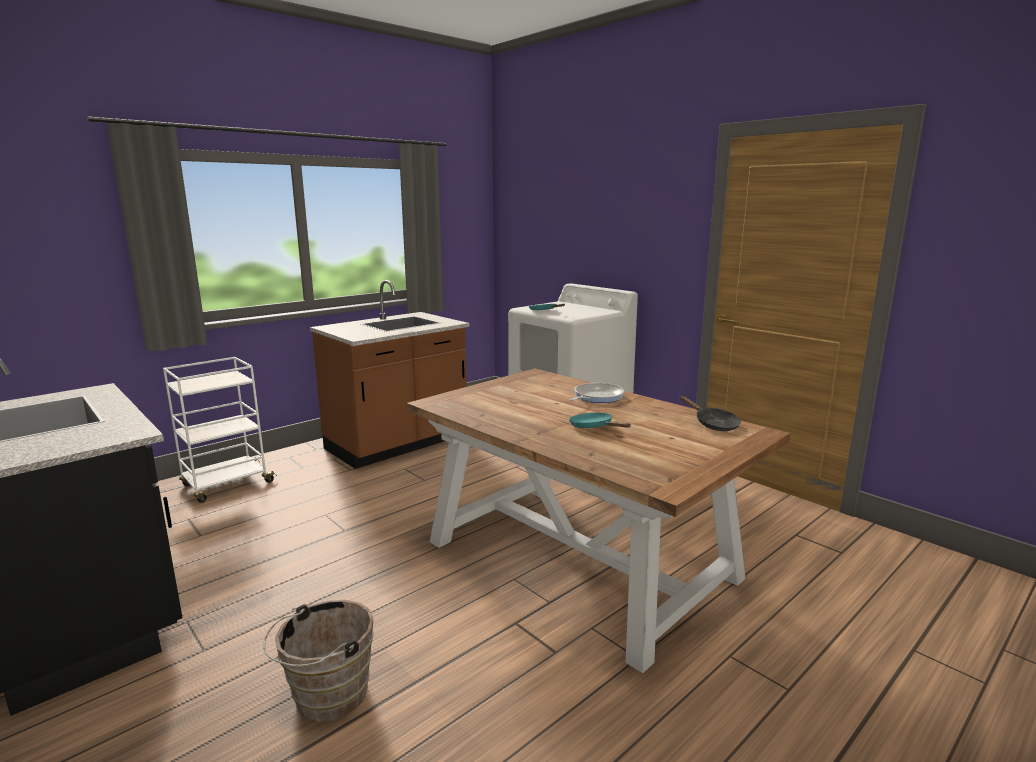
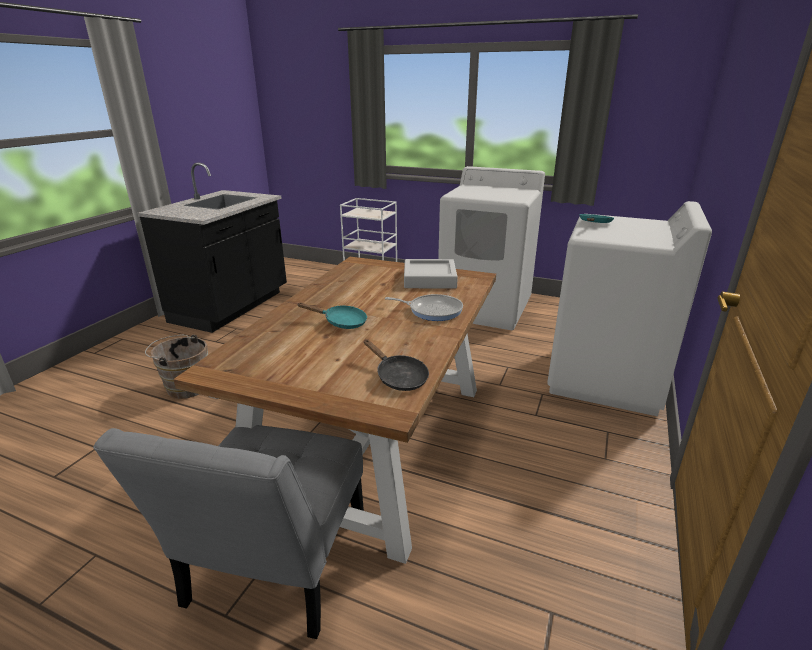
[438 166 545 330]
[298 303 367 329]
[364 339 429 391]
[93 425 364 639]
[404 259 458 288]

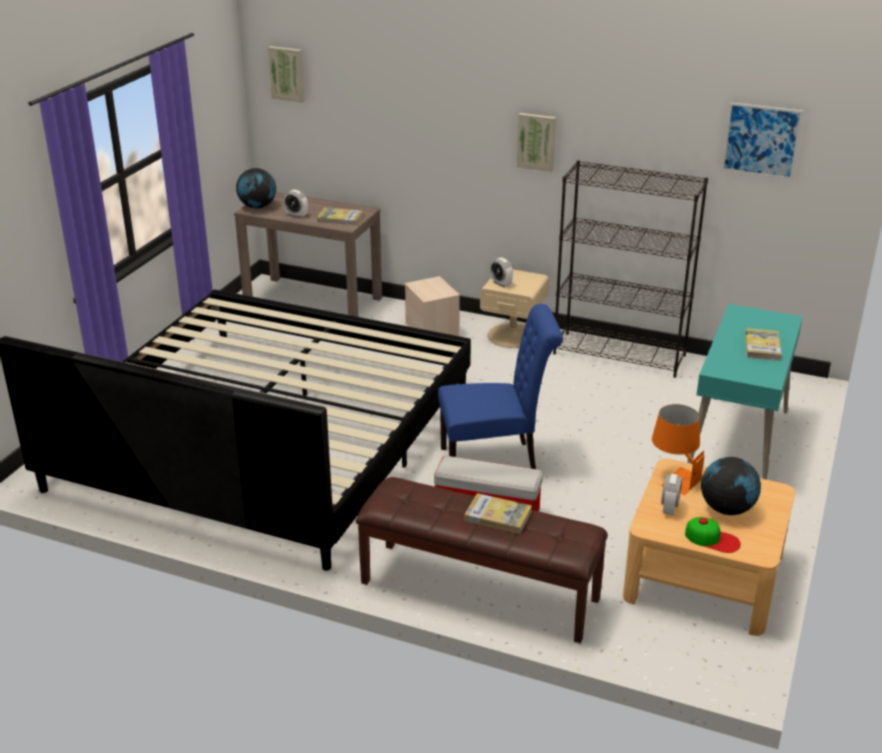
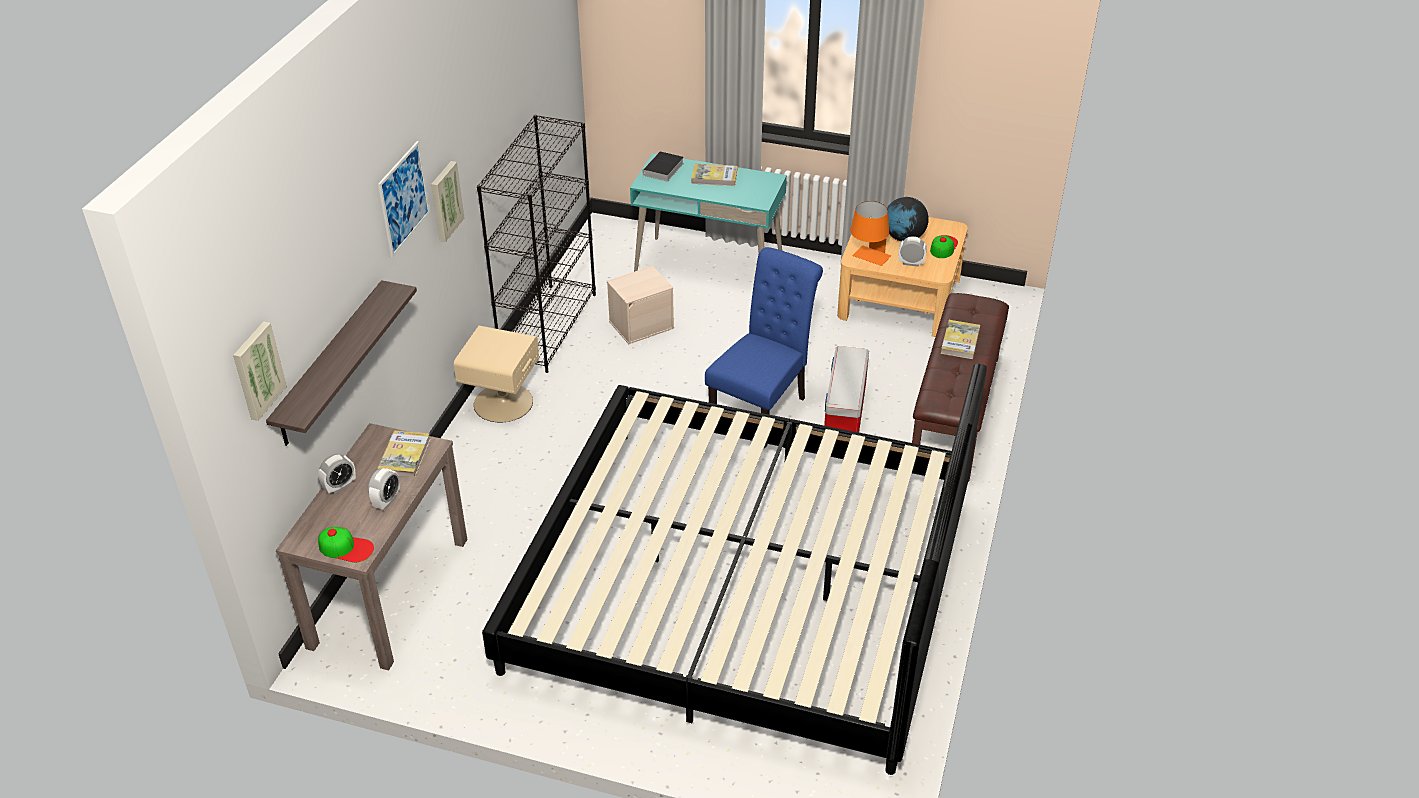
[318 527 374 562]
[607 266 674 344]
[705 247 823 448]
[318 454 356 494]
[378 141 430 257]
[266 280 417 446]
[641 151 684 182]

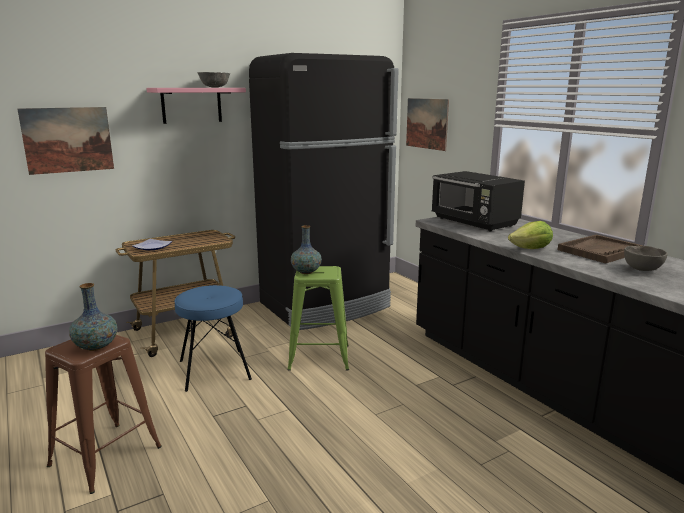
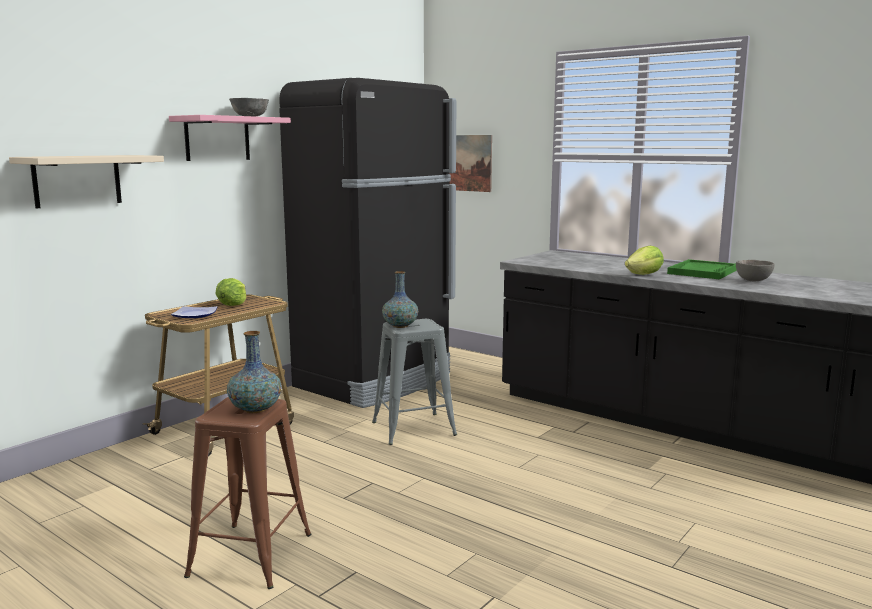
[9 155 164 209]
[175 285 252 392] (first image)
[372 319 457 445]
[432 171 525 231] (first image)
[667 259 737 279]
[215 278 246 306]

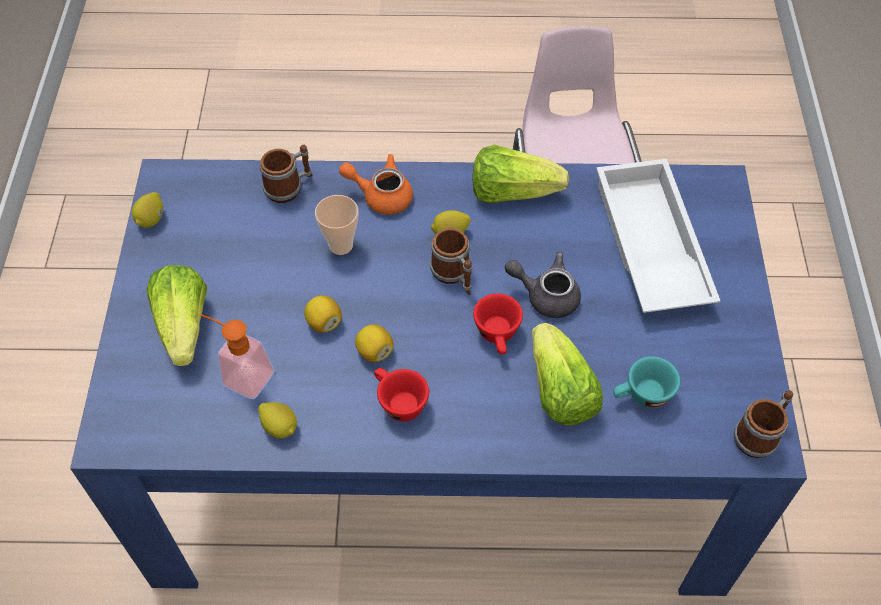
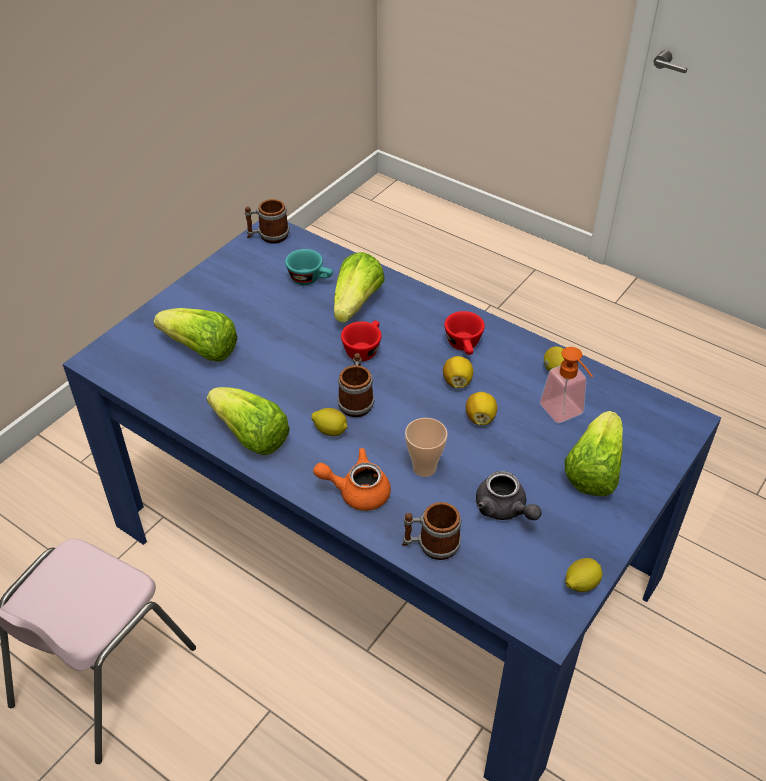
[313 448 391 511]
[476 471 542 520]
[154 308 238 362]

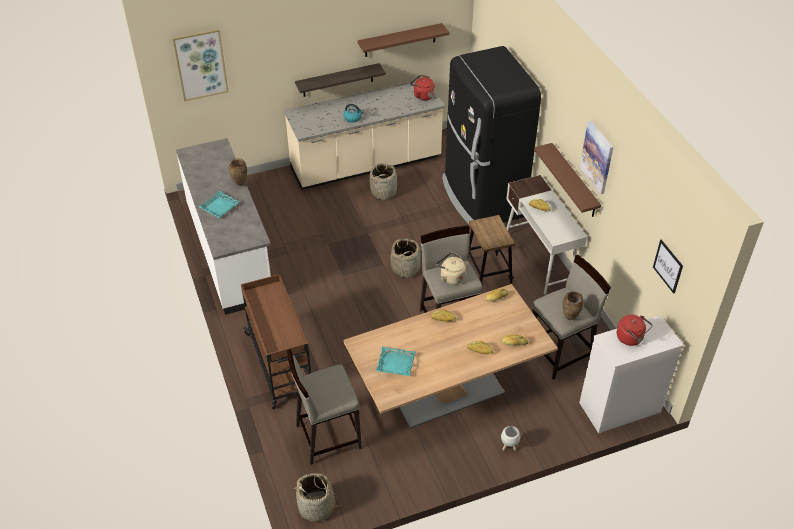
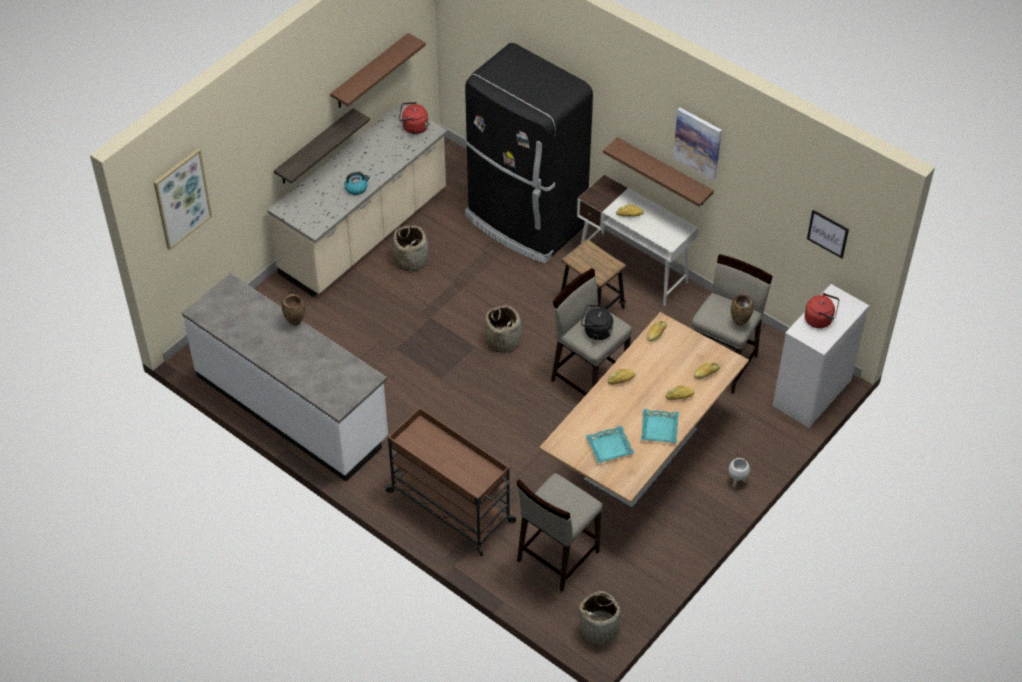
[641 409 679 443]
[581 305 613 340]

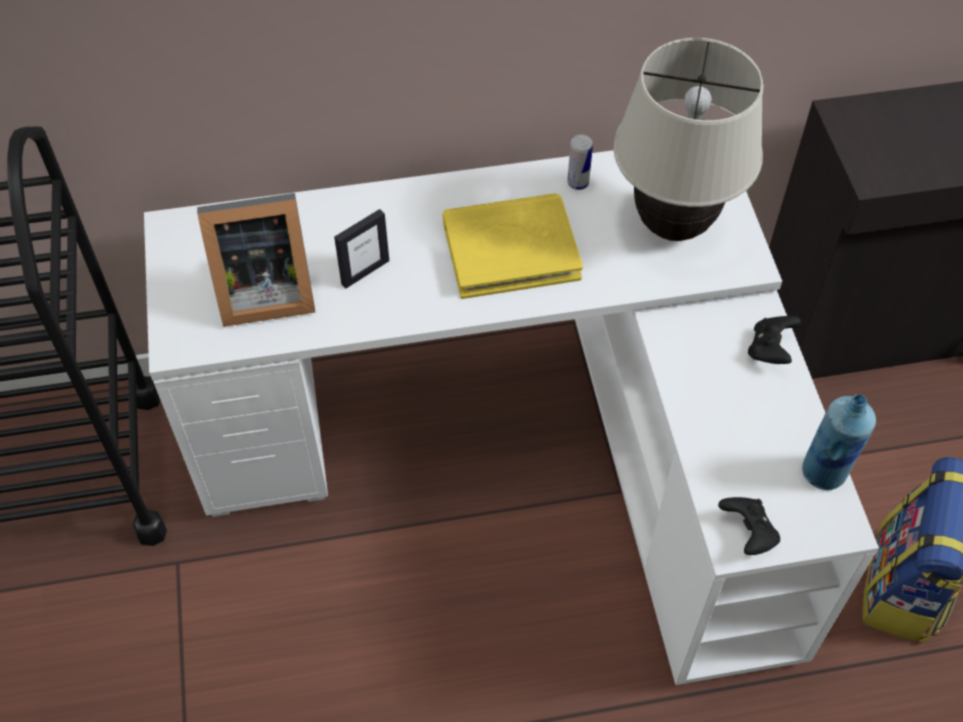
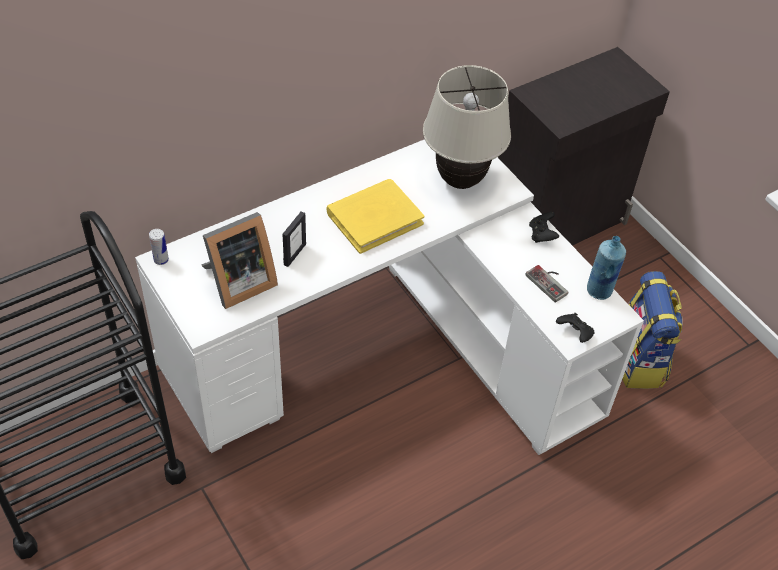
[149 229 169 265]
[525 265 568 303]

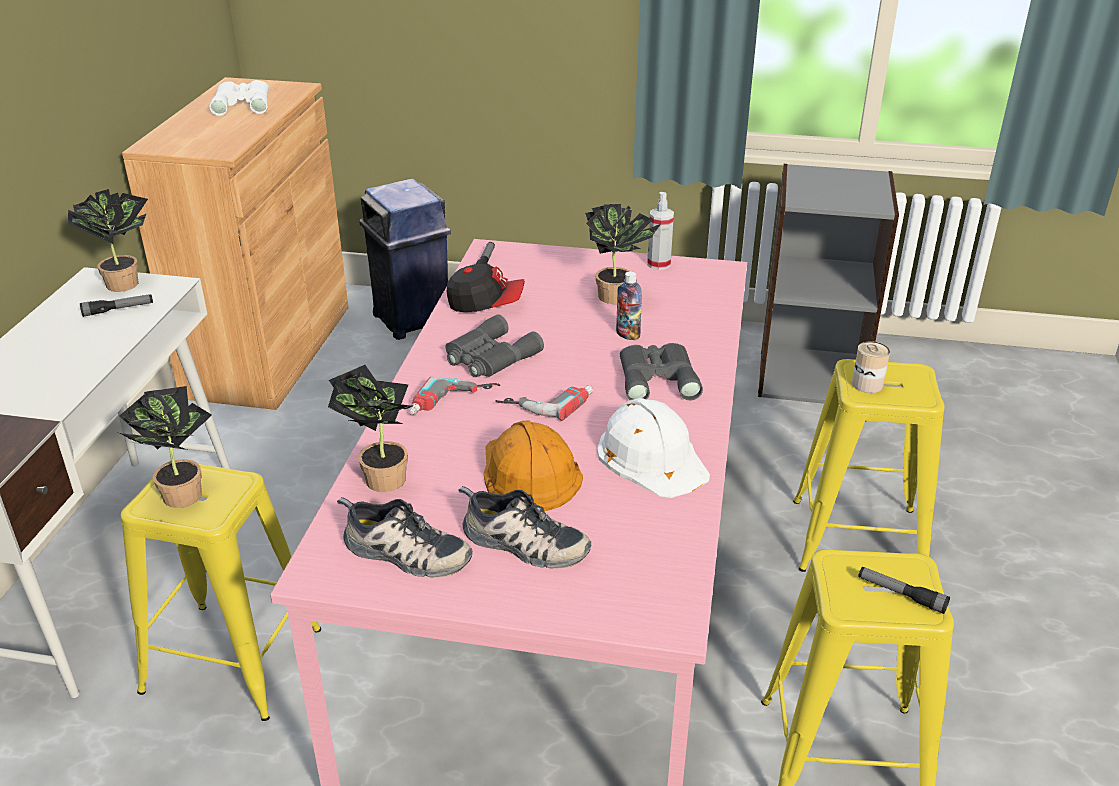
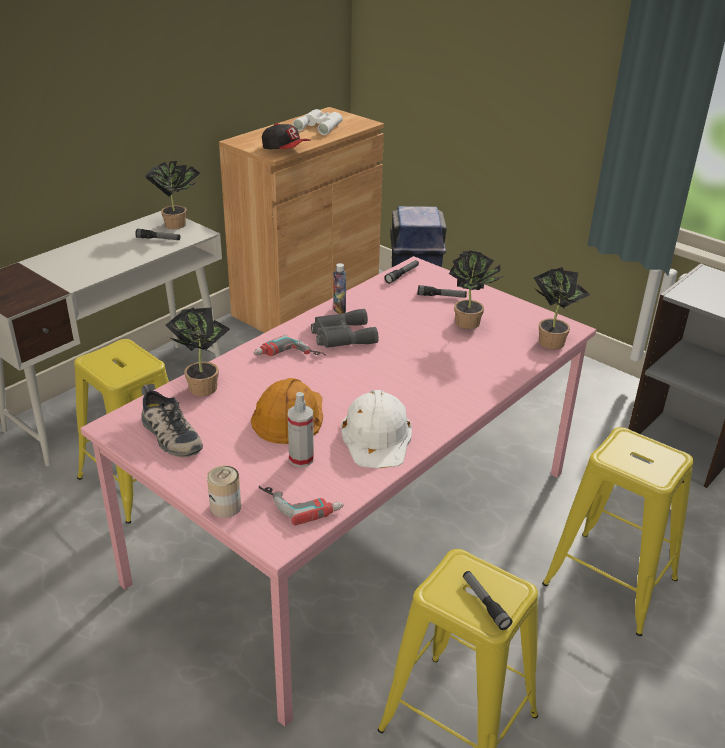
[533 267 591 349]
[262 123 311 149]
[458 486 591 569] (first image)
[259 485 344 526]
[333 263 346 314]
[620 343 703 400] (first image)
[288 392 314 467]
[207 466 241 518]
[417 285 467 298]

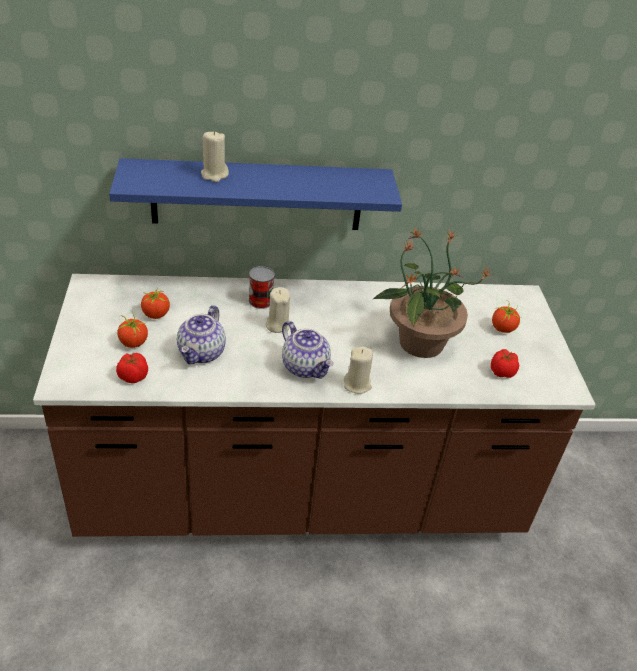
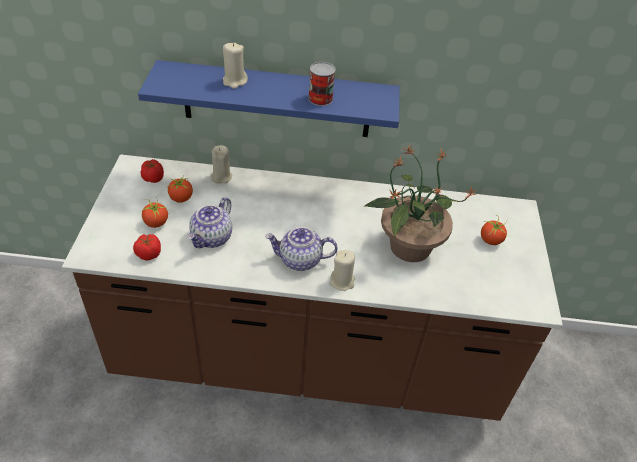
[308 62 336 106]
[211 145 232 184]
[265 227 338 271]
[141 159 164 183]

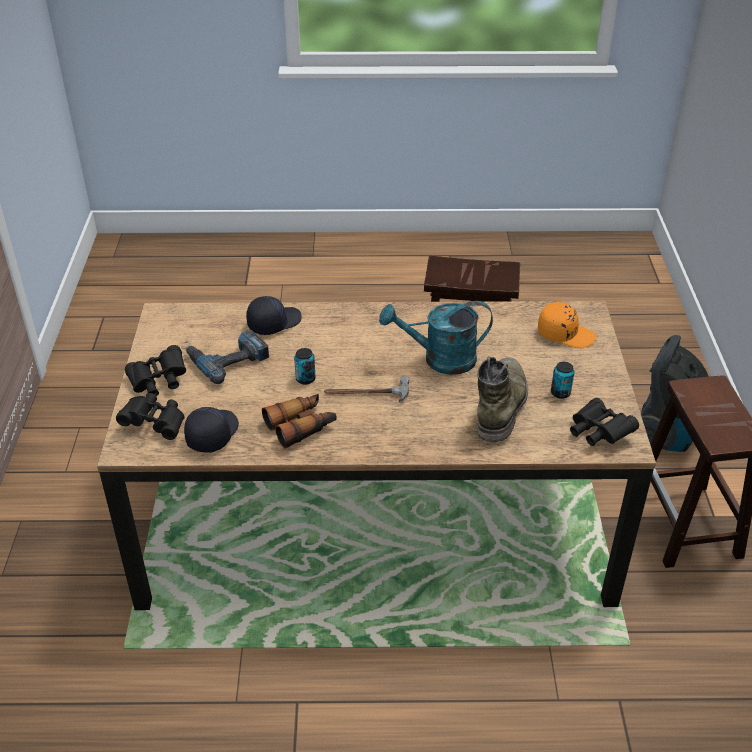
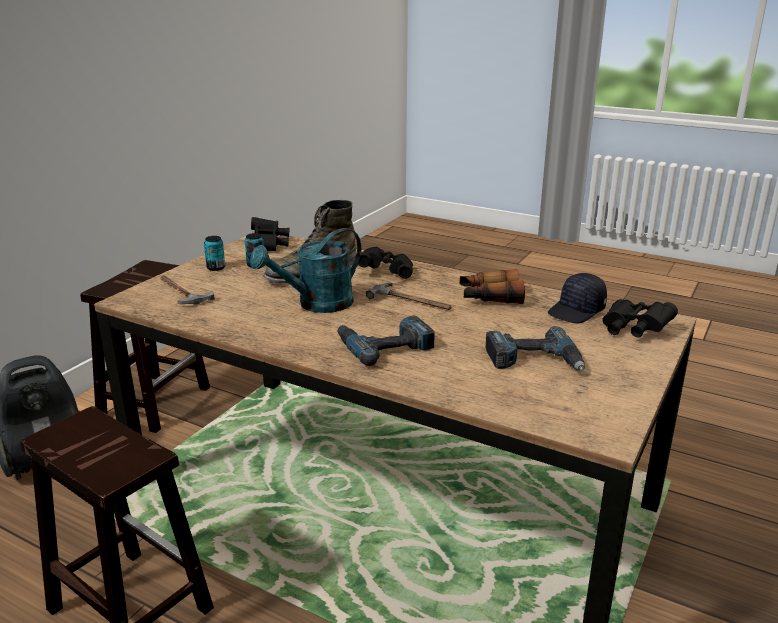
[358 247 413 279]
[246 296 301 335] (first image)
[204 236 225 271]
[250 228 361 313]
[160 275 215 304]
[337 316 435 366]

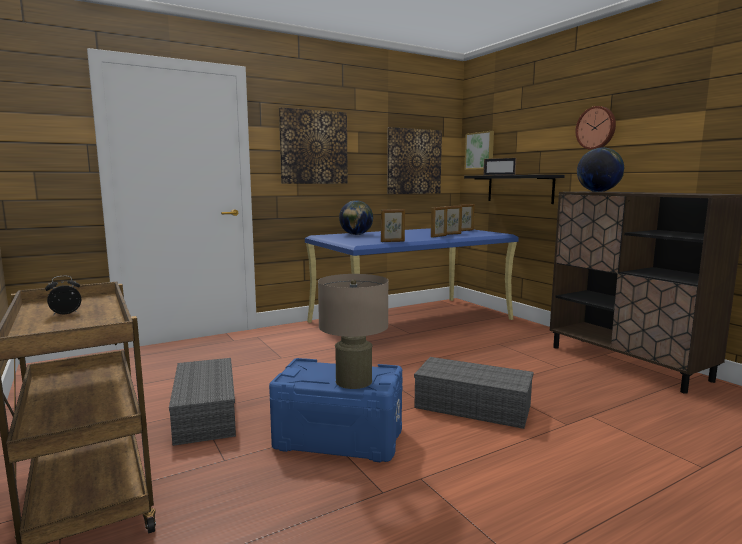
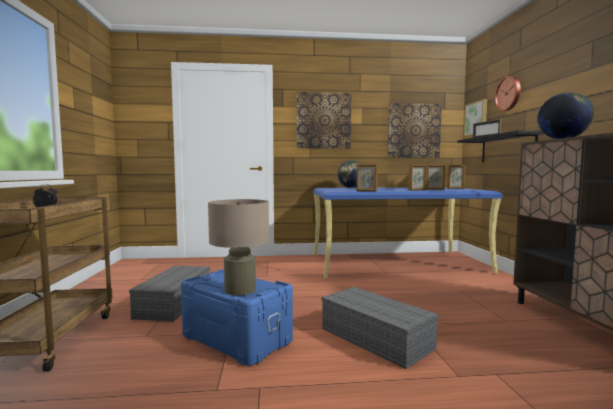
[495 76 521 111]

